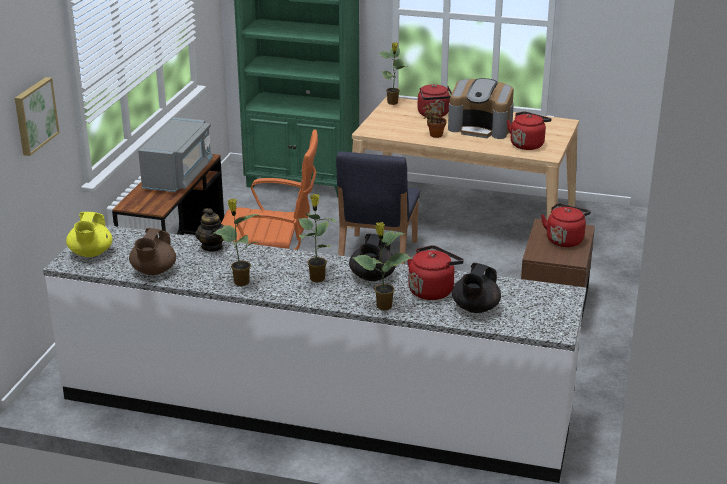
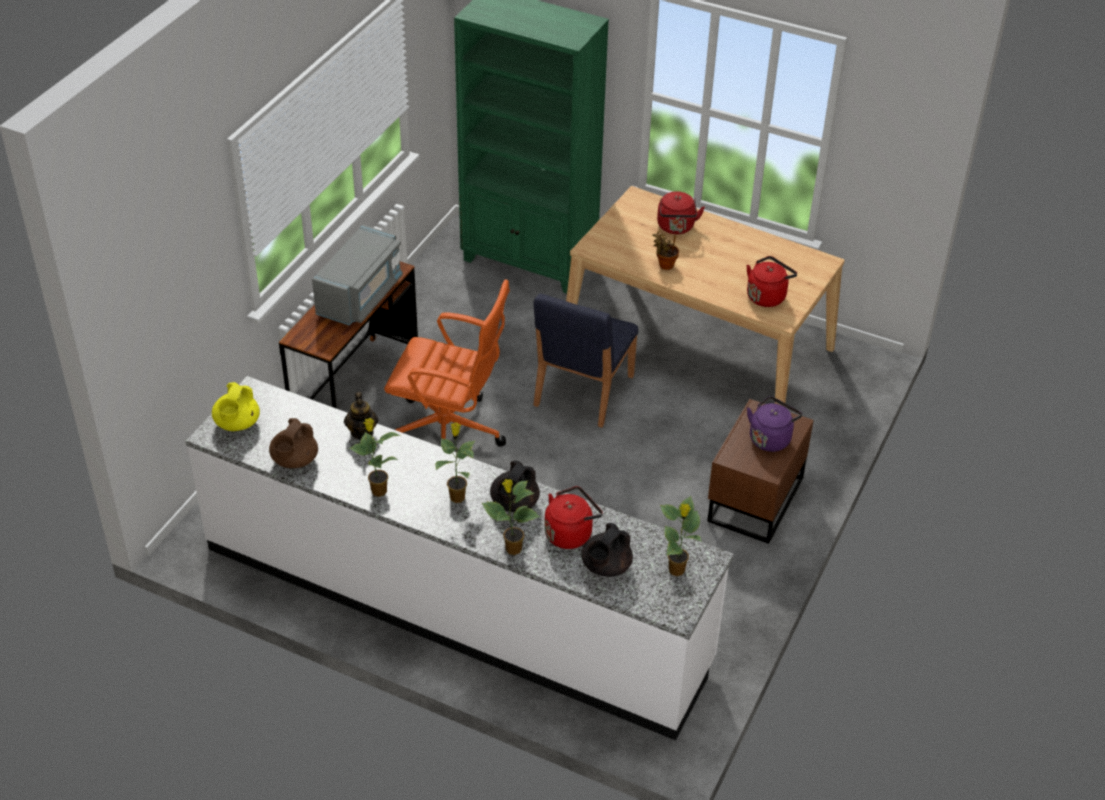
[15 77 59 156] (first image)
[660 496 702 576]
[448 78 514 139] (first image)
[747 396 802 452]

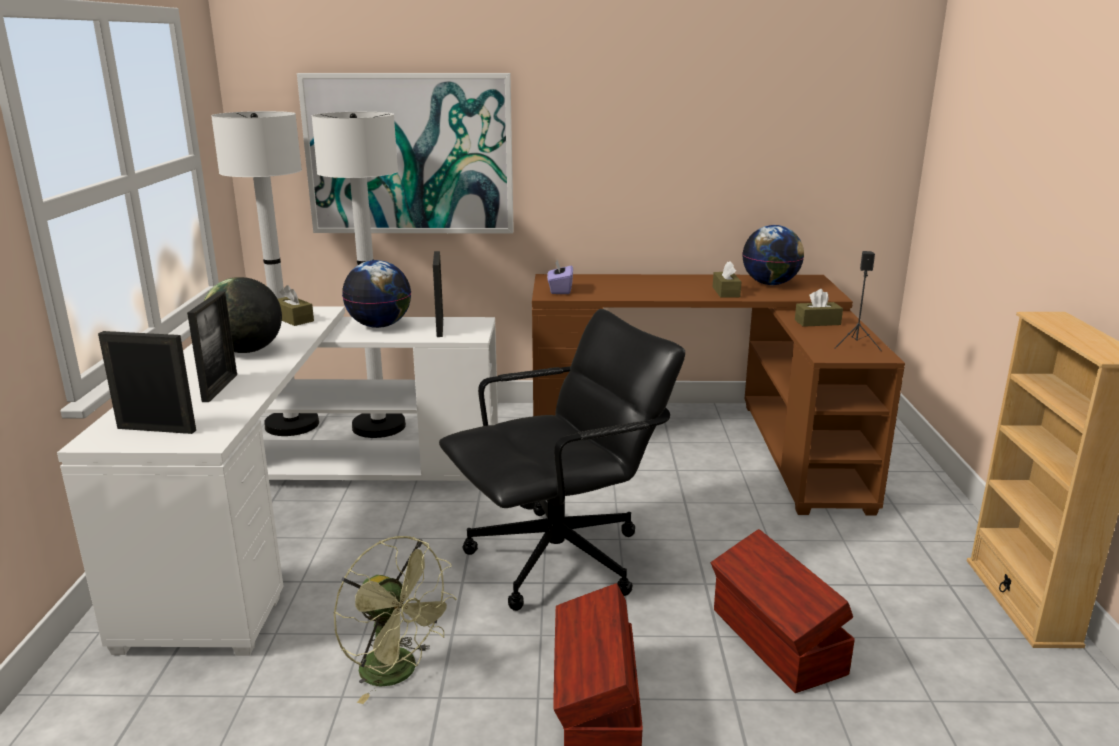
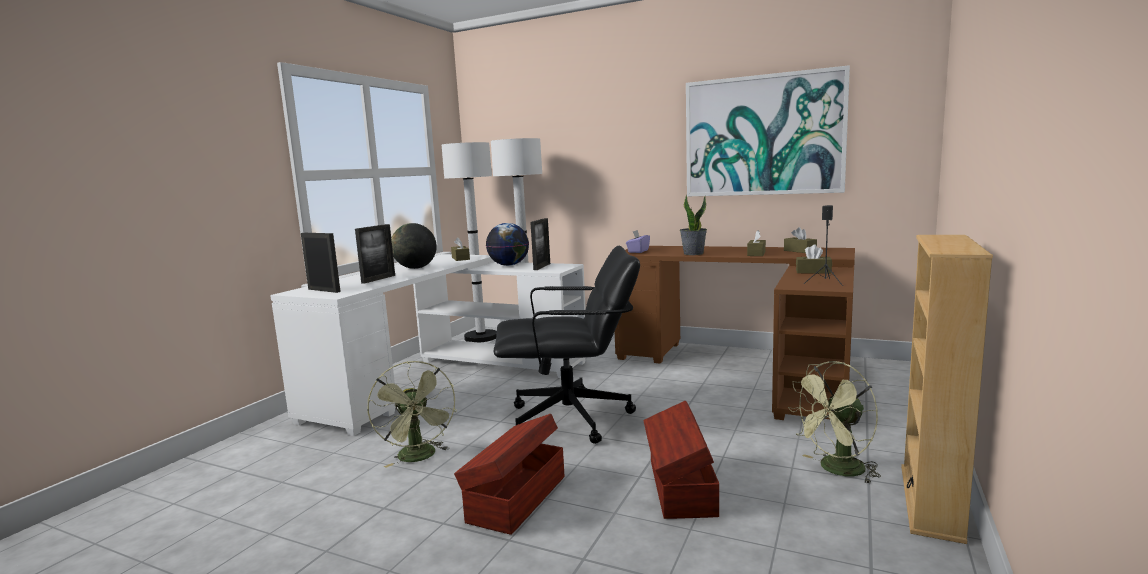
[686 65 850 197]
[784 227 817 253]
[680 195 707 255]
[788 361 881 484]

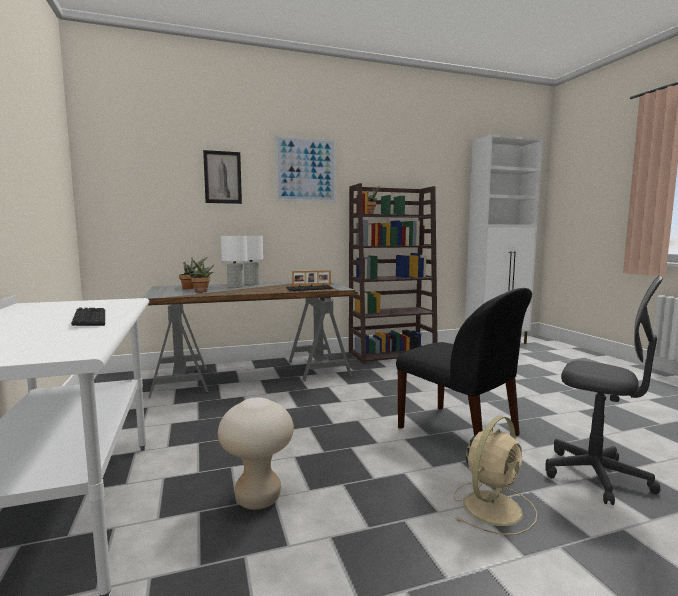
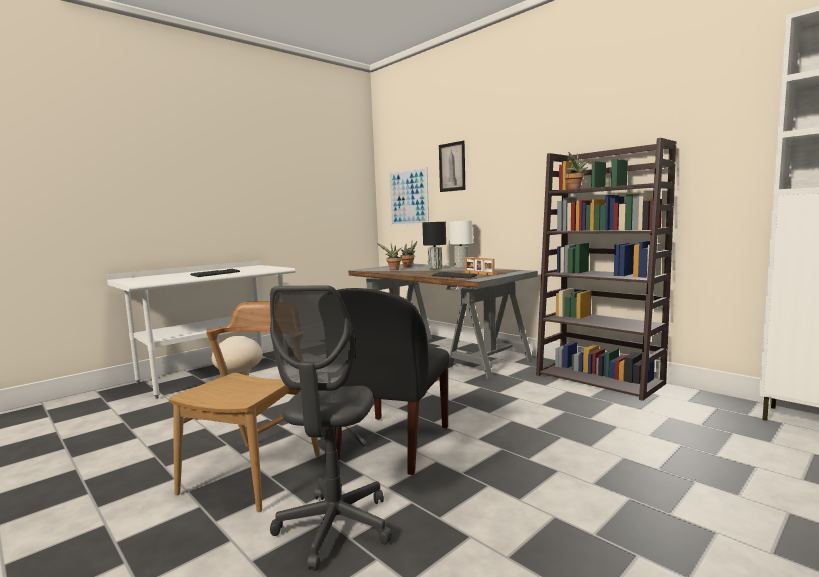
[422 222 446 269]
[389 167 429 226]
[169 302 320 512]

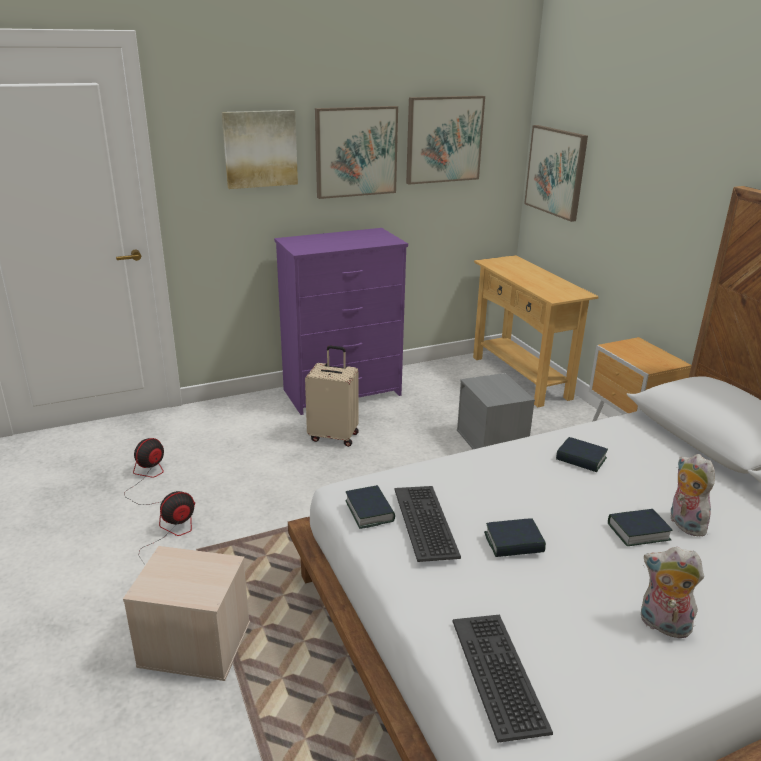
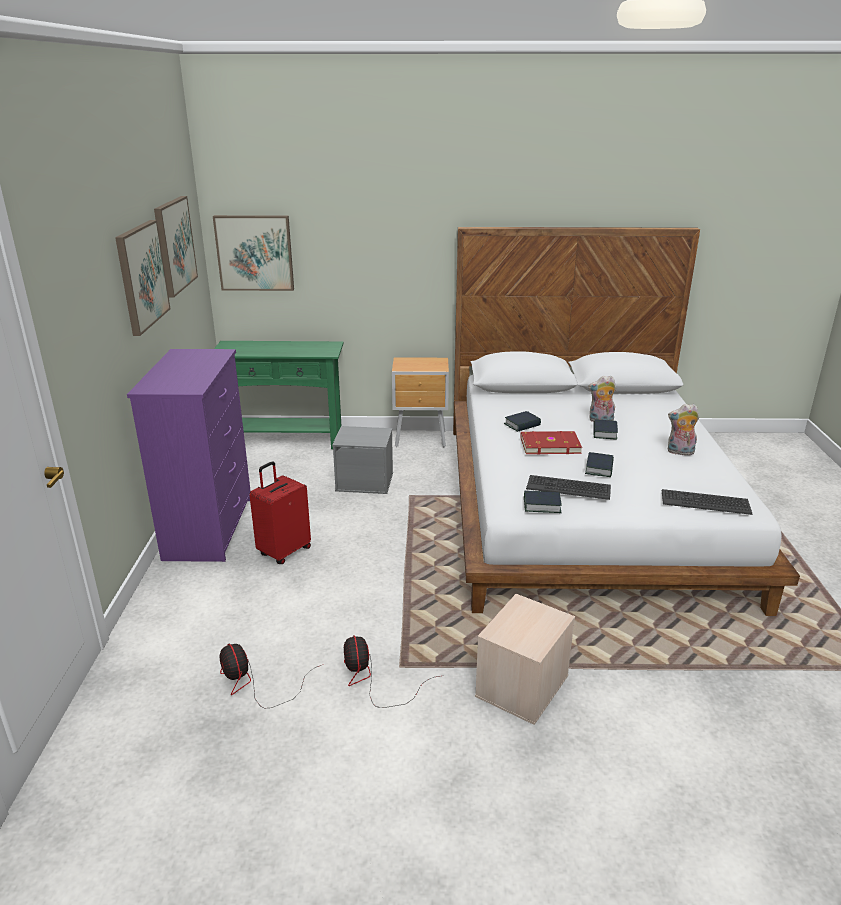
[222 110 298 189] (first image)
[249 461 311 564]
[214 341 344 449]
[668 404 699 457]
[520 431 582 455]

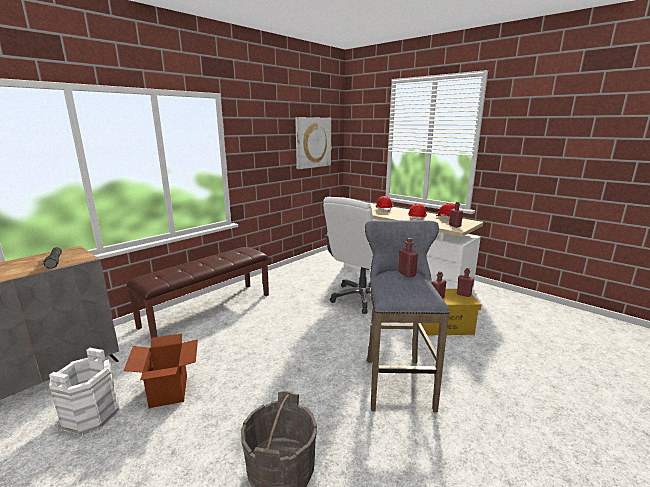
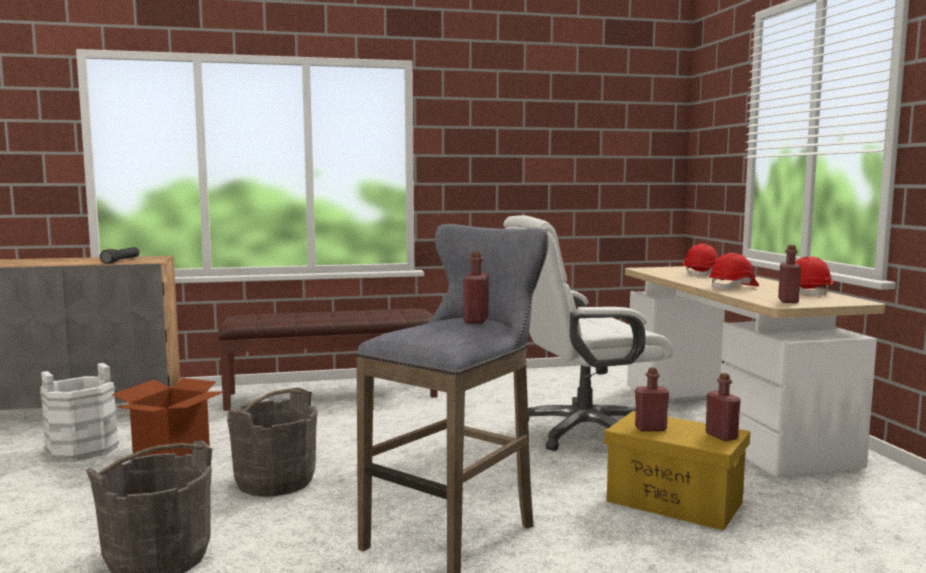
[295 117 331 169] (first image)
[227 388 318 497]

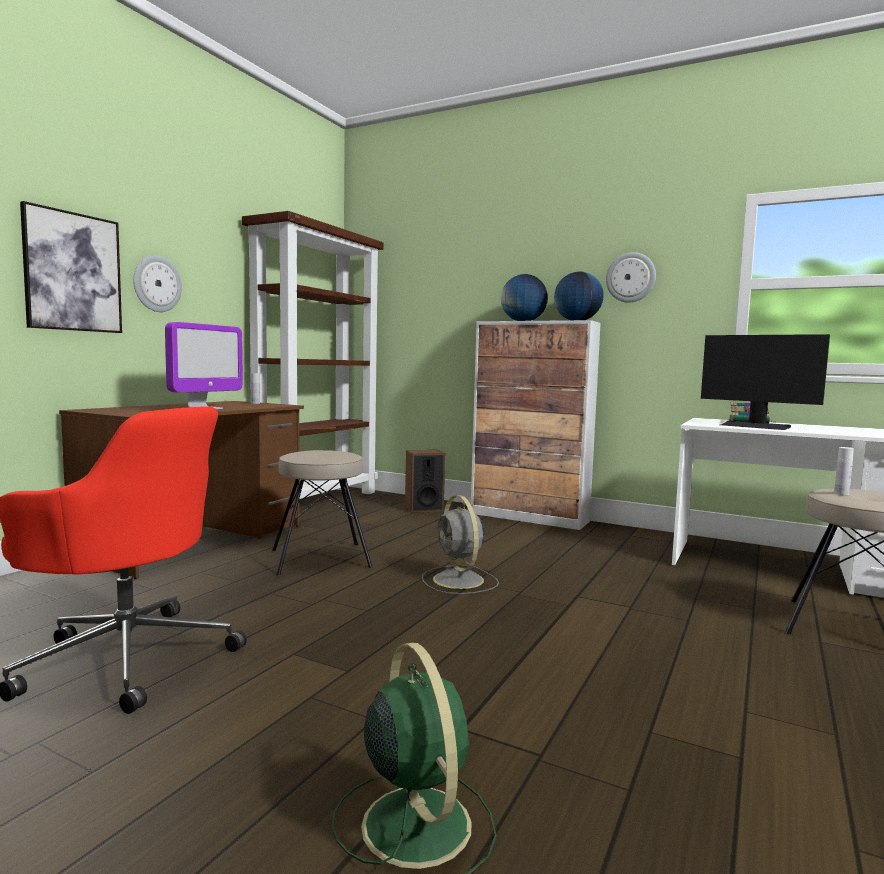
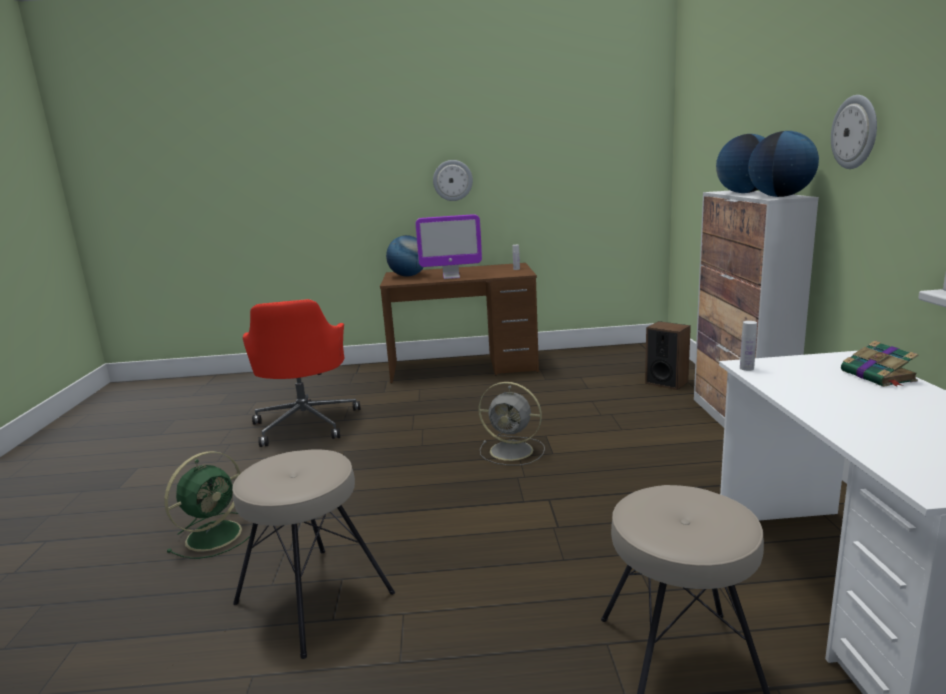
[20 201 122 333] (first image)
[242 211 384 499] (first image)
[232 449 395 659]
[478 382 545 465]
[701 334 830 430] (first image)
[740 321 757 371]
[386 235 424 277]

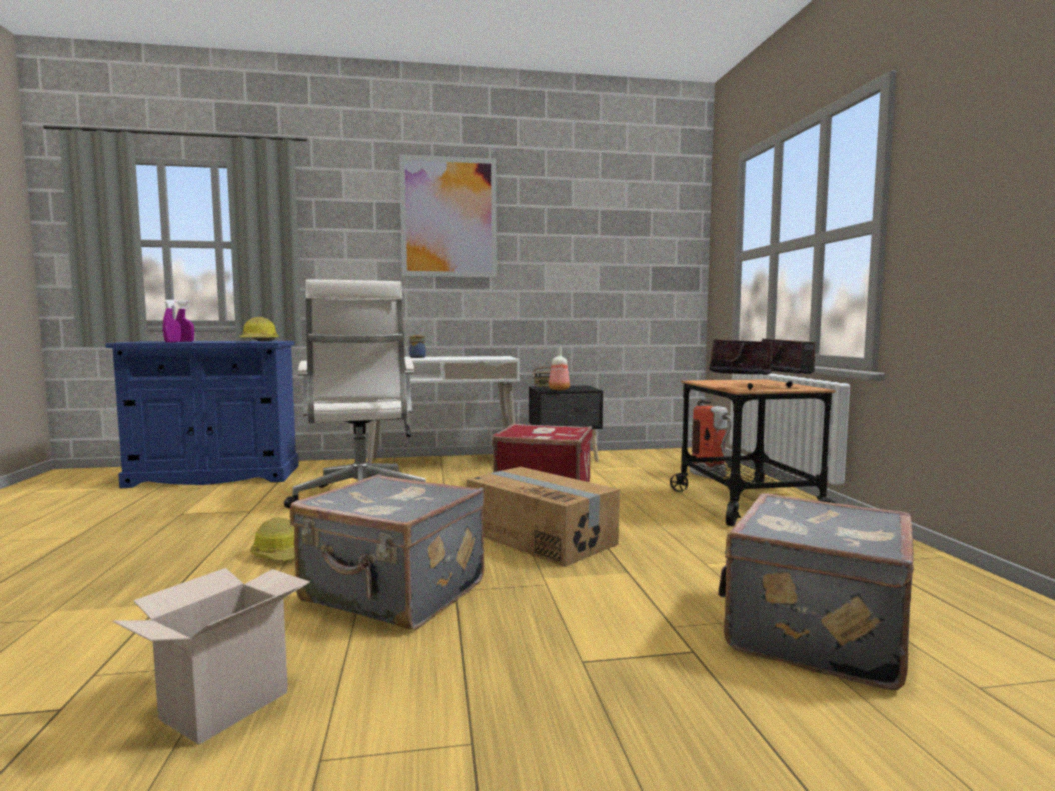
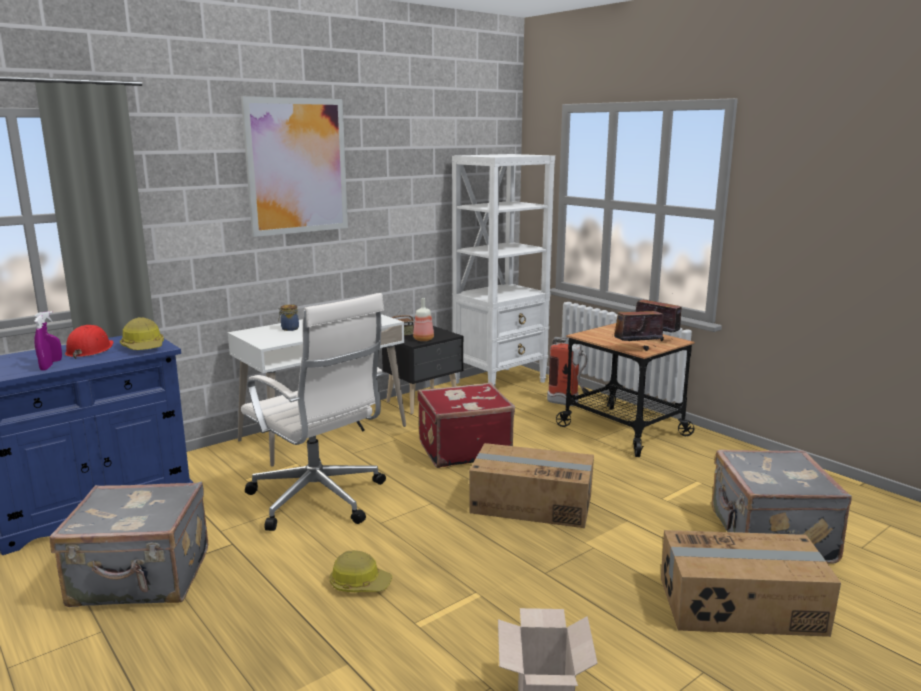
[50 481 208 607]
[65 325 114 359]
[452 154 555 386]
[661 530 841 637]

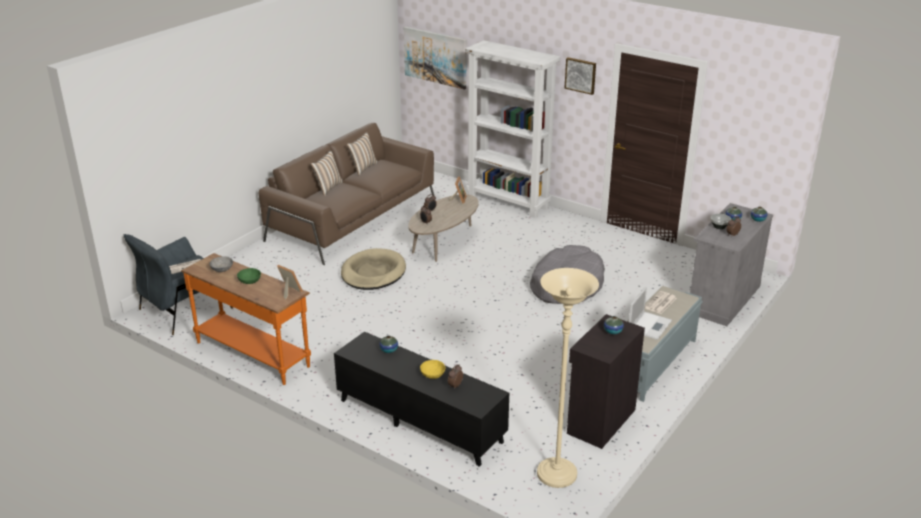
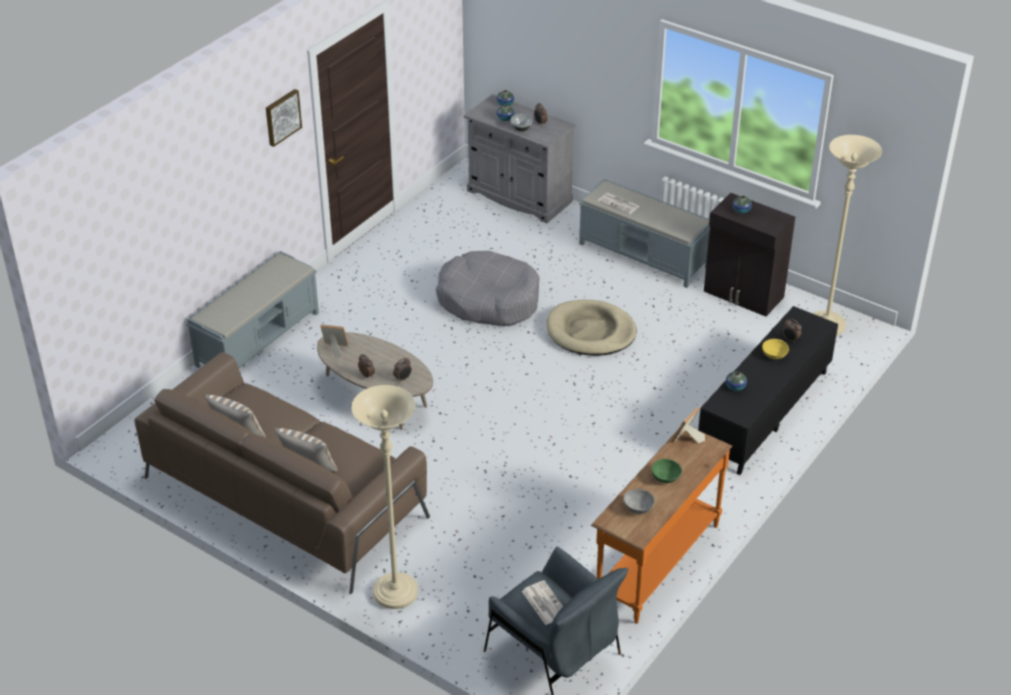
[547 300 636 356]
[404 27 466 90] (first image)
[186 251 319 368]
[629 287 672 340] (first image)
[351 385 418 609]

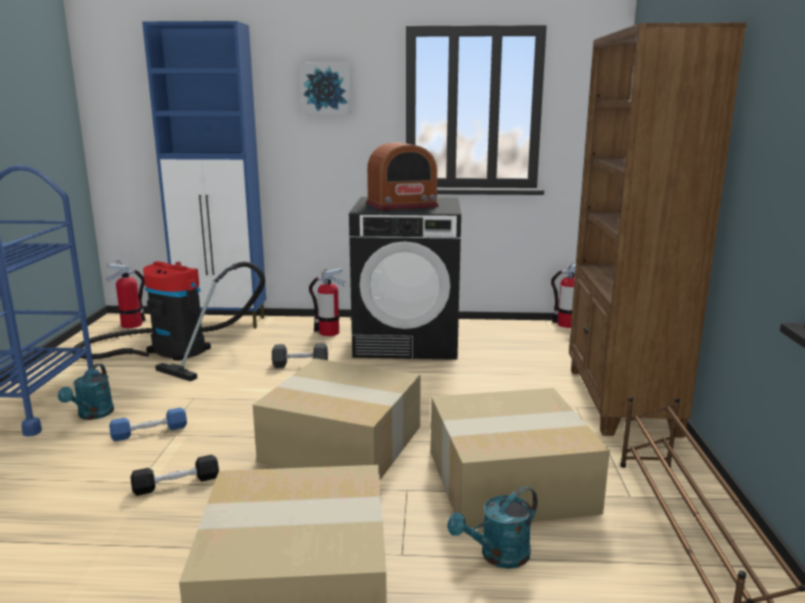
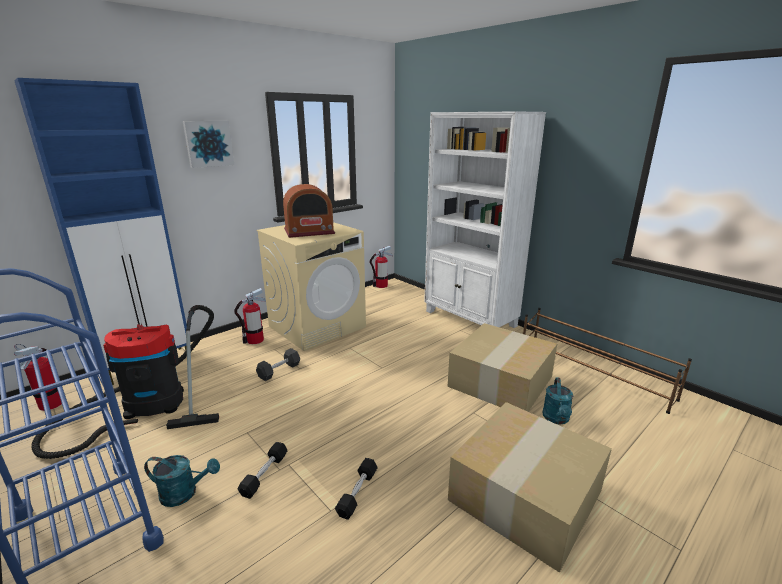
[144 455 220 507]
[238 442 287 499]
[253 358 421 480] (first image)
[256 222 366 351]
[283 184 335 238]
[424 111 546 328]

